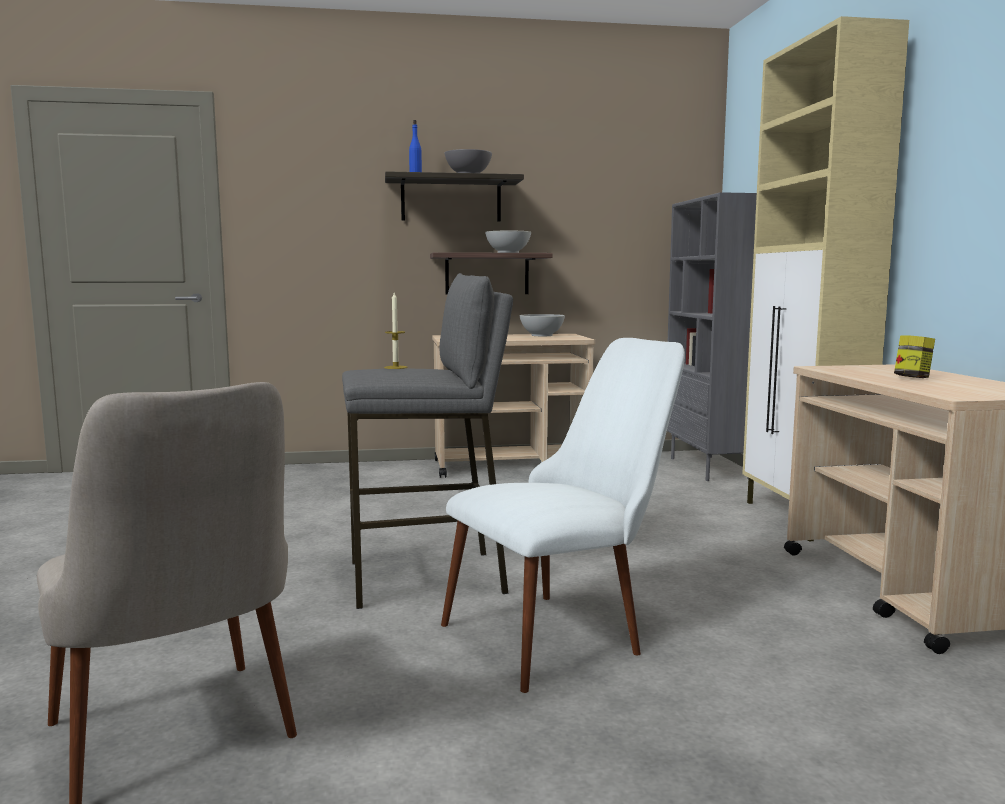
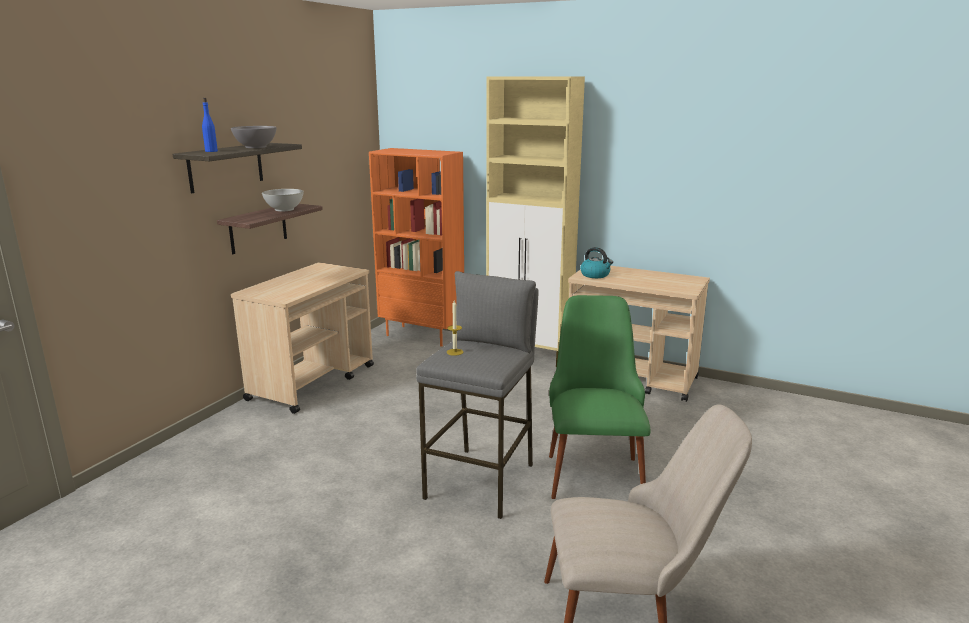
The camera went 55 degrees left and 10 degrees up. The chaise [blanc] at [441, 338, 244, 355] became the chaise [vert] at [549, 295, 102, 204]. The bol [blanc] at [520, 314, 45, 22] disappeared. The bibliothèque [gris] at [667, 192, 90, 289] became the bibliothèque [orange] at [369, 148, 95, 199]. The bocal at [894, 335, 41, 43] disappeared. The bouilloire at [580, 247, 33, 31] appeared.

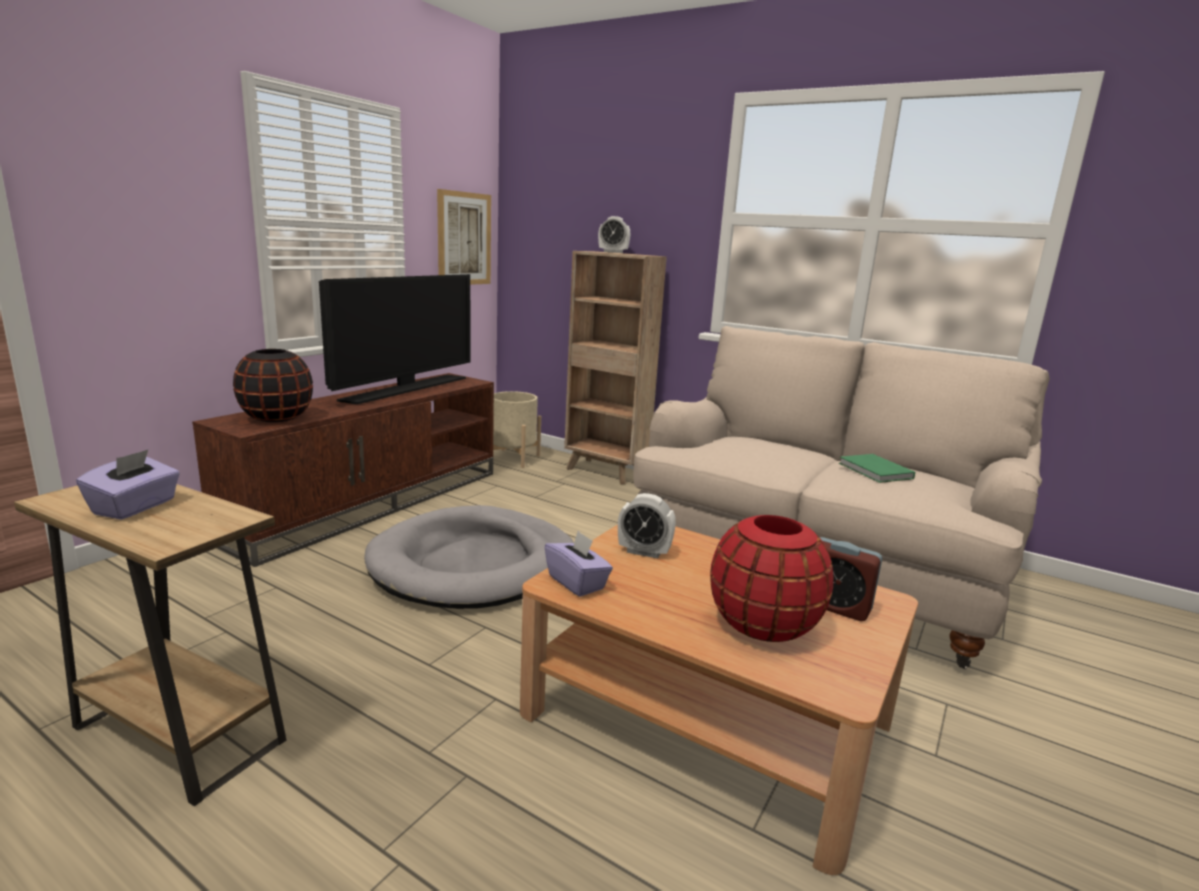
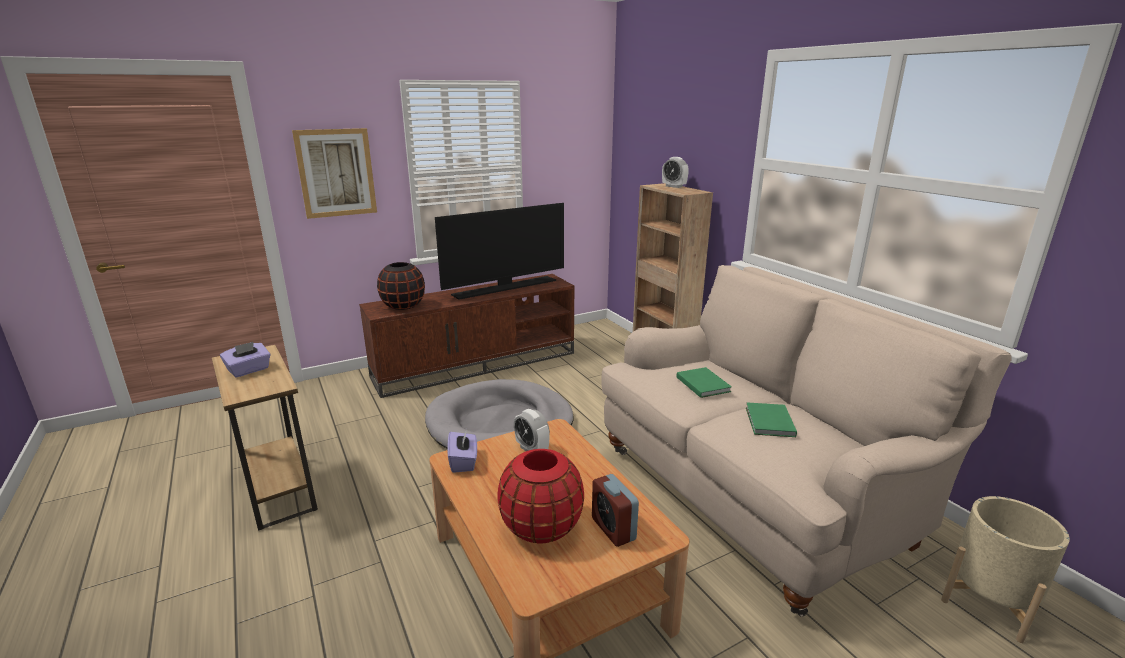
The camera went 30 degrees right and 5 degrees up. The tableau moved from [437, 189, 54, 96] to [292, 128, 85, 91]. The cache-pot [beige] moved from [493, 391, 48, 77] to [941, 496, 129, 147]. The livre [vert] at [677, 367, 55, 31] appeared.

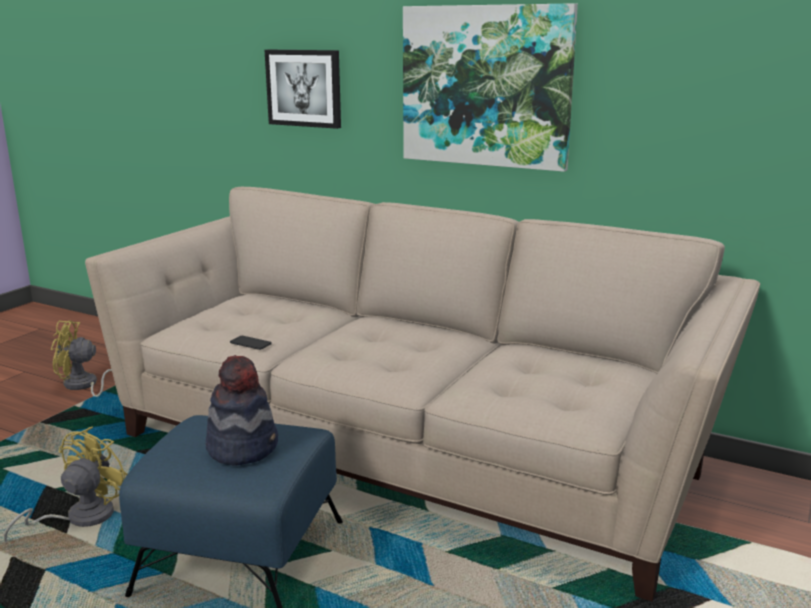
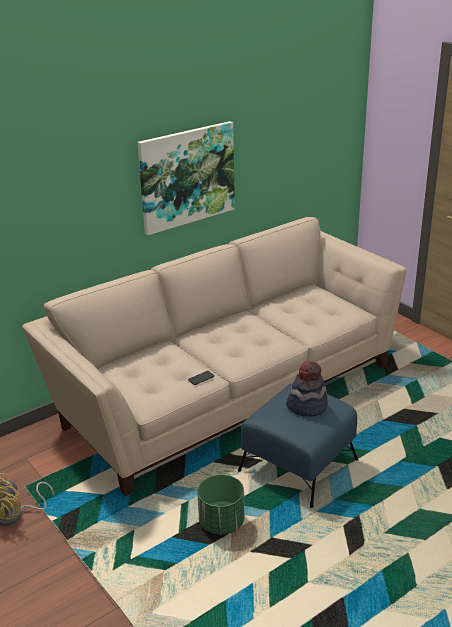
The camera went 65 degrees left and 10 degrees up. The ventilateur [jaune] at [4, 427, 124, 116] was replaced by the cache-pot [vert] at [197, 474, 47, 60]. The tableau at [264, 50, 77, 79] disappeared.

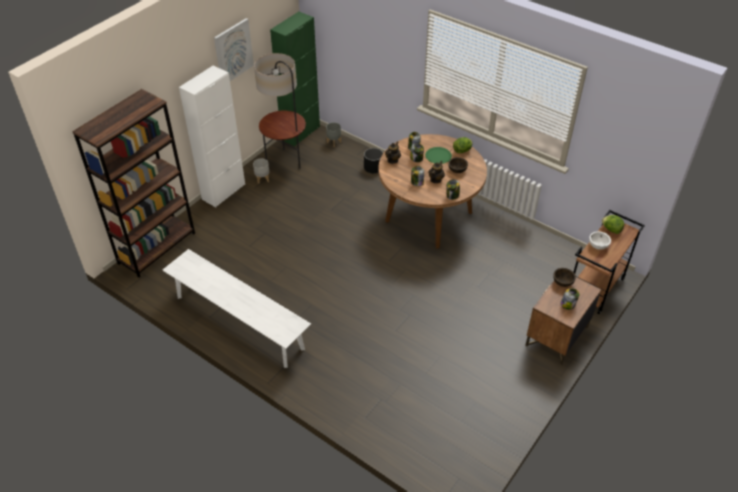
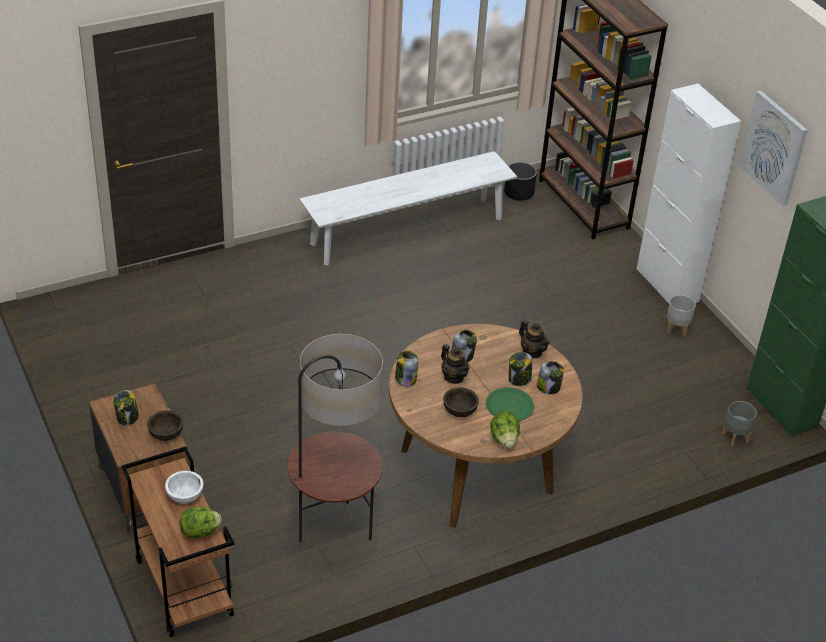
The camera went 115 degrees right and 5 degrees down. The lampadaire moved from [254, 53, 52, 116] to [288, 334, 95, 208]. The cache-pot [noir] moved from [364, 148, 19, 26] to [504, 162, 33, 39].

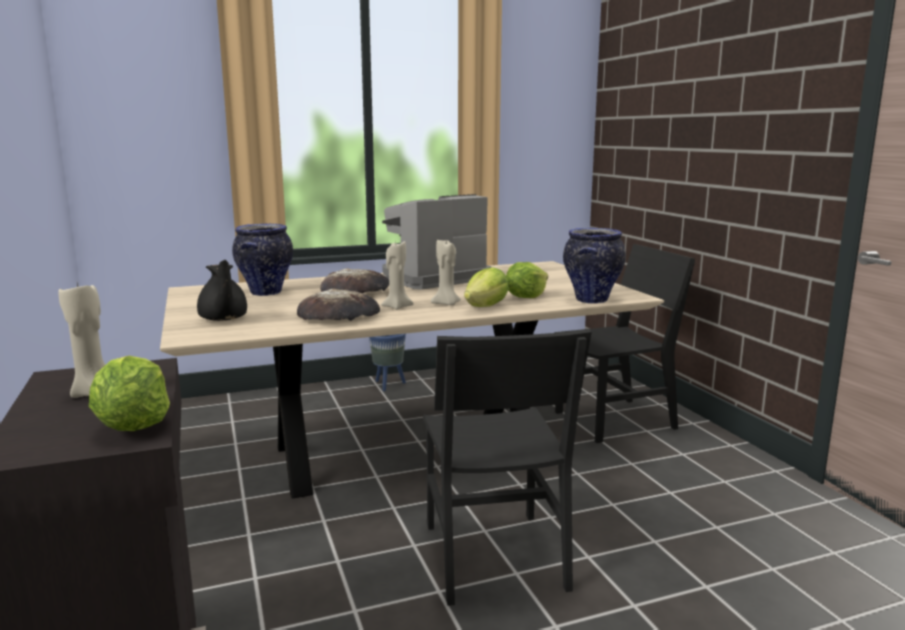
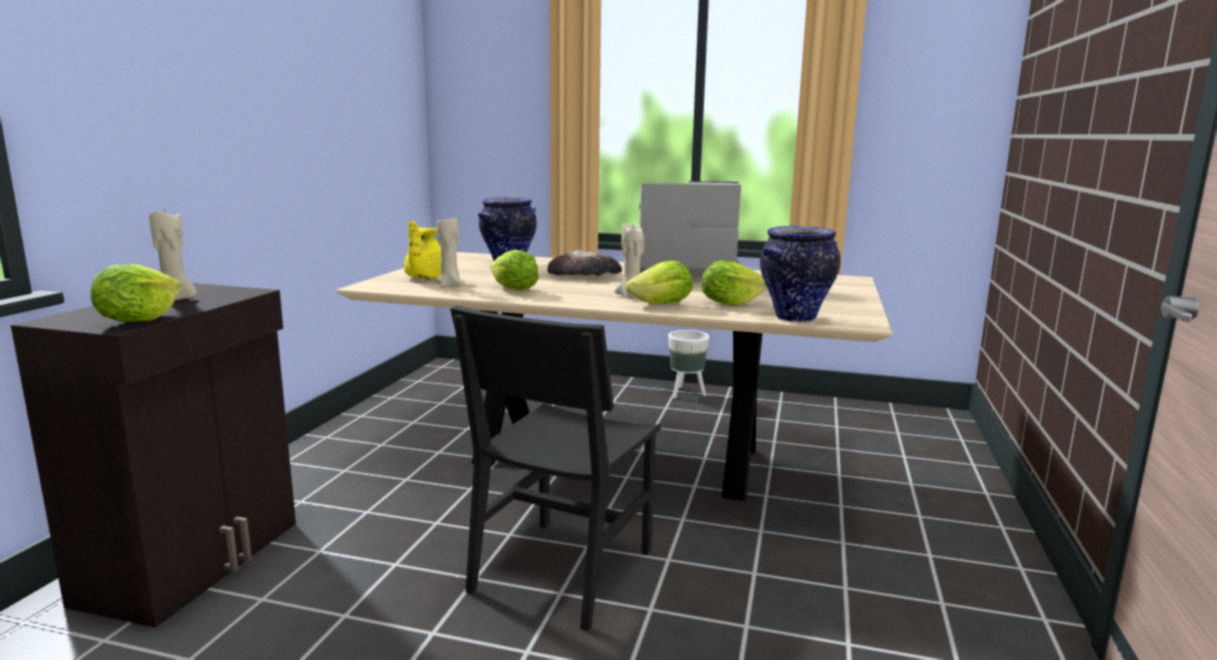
The camera went 35 degrees right and 0 degrees up. The théière [noir] at [197, 260, 50, 61] became the théière [jaune] at [404, 221, 37, 58]. The pain at [297, 289, 83, 32] was replaced by the laitue at [490, 250, 49, 40]. The cache-pot [bleu] at [369, 334, 37, 57] became the cache-pot [blanc] at [668, 330, 41, 68]. The bougie [beige] moved from [381, 241, 33, 69] to [436, 217, 26, 71]. The chaise [noir] at [555, 244, 140, 199] disappeared.

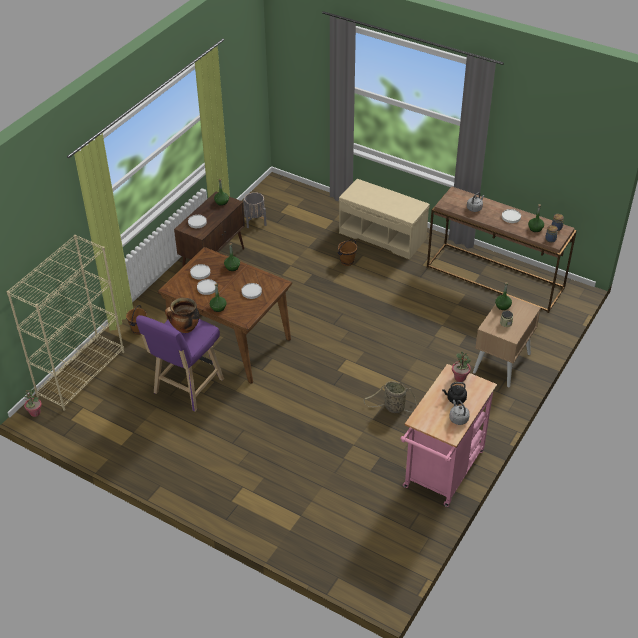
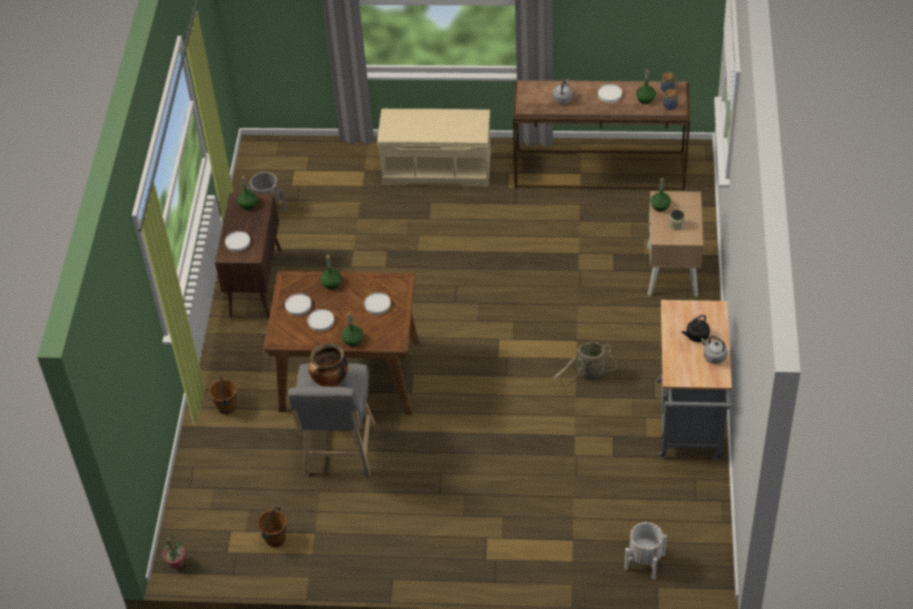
The camera went 25 degrees left and 5 degrees up. The bibliothèque [beige] at [7, 235, 117, 176] disappeared. The tabouret [violet] at [136, 315, 88, 97] became the tabouret [gris] at [288, 363, 87, 113]. The seau [marron] moved from [337, 239, 20, 27] to [257, 507, 30, 40]. The chariot [rose] at [401, 364, 96, 143] became the chariot [gris] at [657, 300, 75, 159]. The plante en pot at [452, 351, 19, 31] disappeared. The cache-pot [blanc] at [625, 522, 42, 57] appeared.

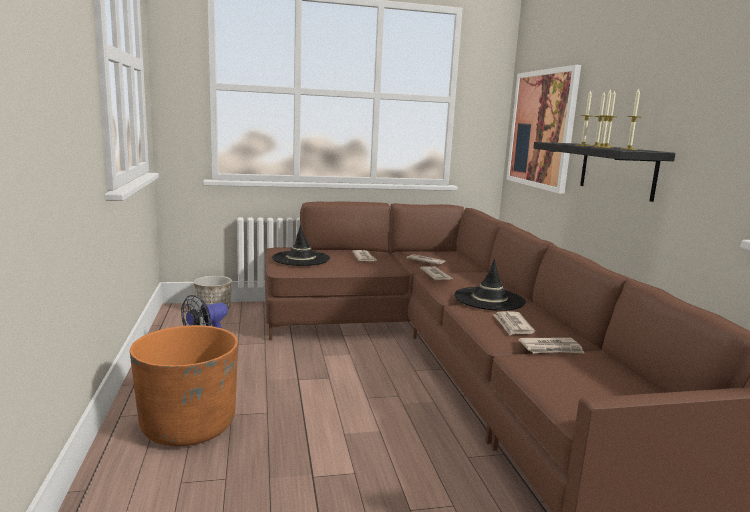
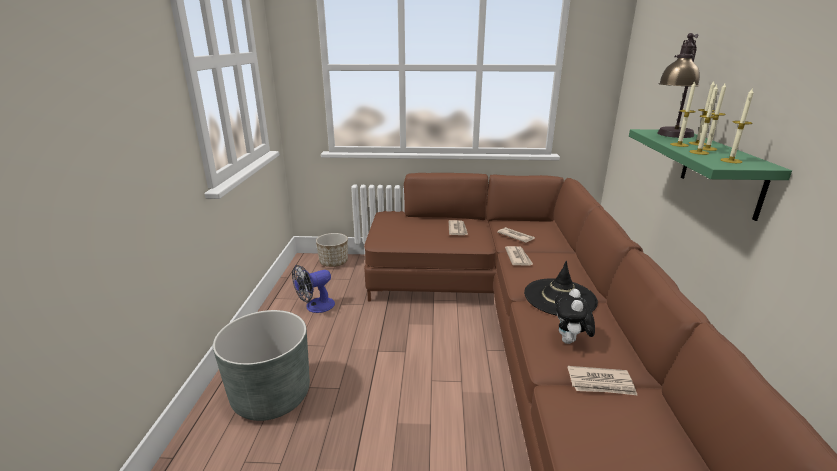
The camera went 15 degrees right and 10 degrees up. The cache-pot [orange] at [130, 325, 108, 121] became the cache-pot [gris] at [213, 310, 97, 111]. The chapeau [noir] at [272, 225, 58, 41] disappeared. The journal at [493, 311, 42, 25] was replaced by the peluche at [555, 289, 40, 55]. The tableau at [506, 65, 75, 129] disappeared. The étagère [noir] at [533, 142, 142, 60] became the étagère [vert] at [629, 129, 163, 92]. The lampe de table at [658, 33, 42, 105] appeared.

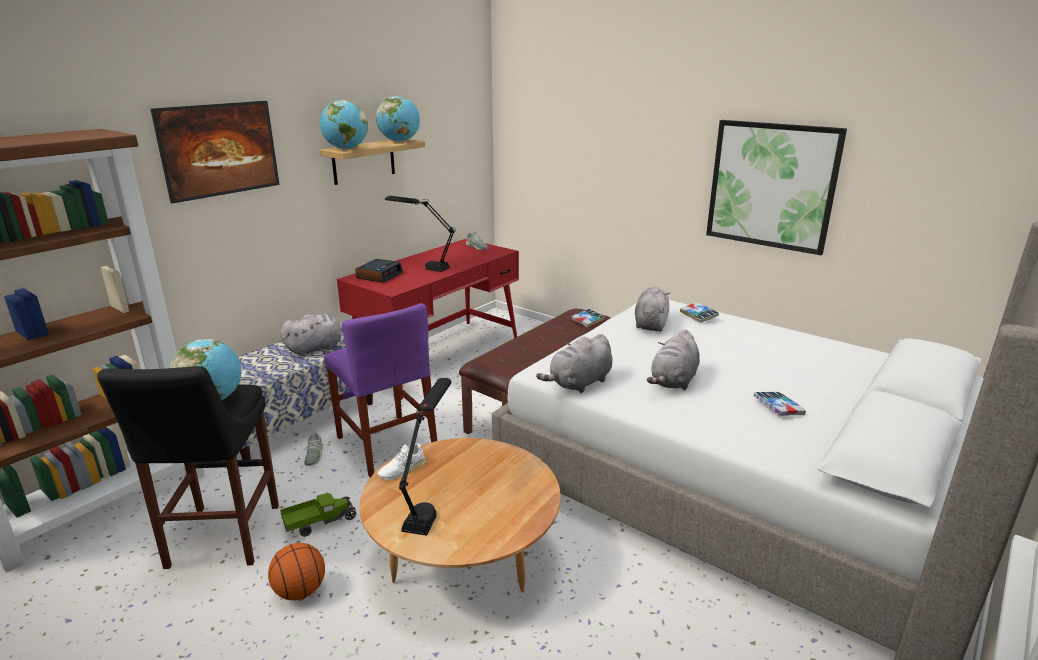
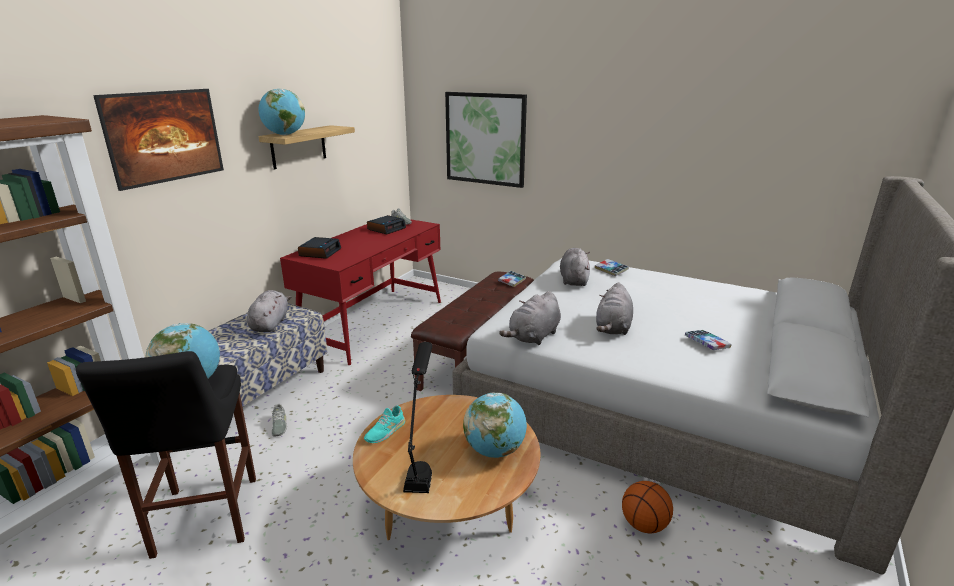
The camera went 10 degrees left and 0 degrees up. The ballon de basket moved from [268, 543, 57, 57] to [622, 481, 51, 52]. The camion jouet at [280, 492, 77, 45] disappeared. The peluche [gris] at [281, 314, 62, 42] turned 45 degrees counterclockwise. The chaise [violet] at [324, 303, 113, 175] disappeared. The globe moved from [376, 96, 44, 46] to [463, 392, 64, 66]. The chaussure [blanc] at [377, 443, 49, 37] became the chaussure [turquoise] at [364, 405, 41, 38]. The lampe de table [noir] at [385, 196, 71, 76] disappeared. The tableau moved from [706, 120, 141, 135] to [445, 92, 82, 96]. The réveil at [367, 215, 39, 19] appeared.

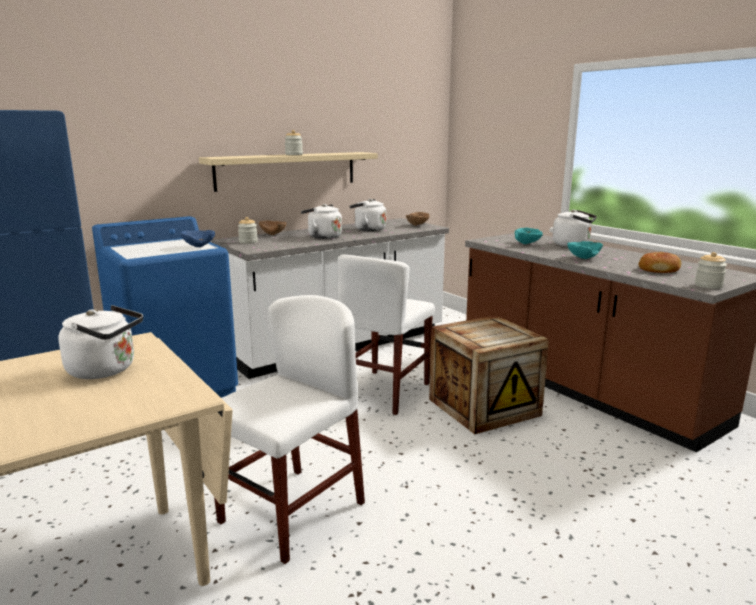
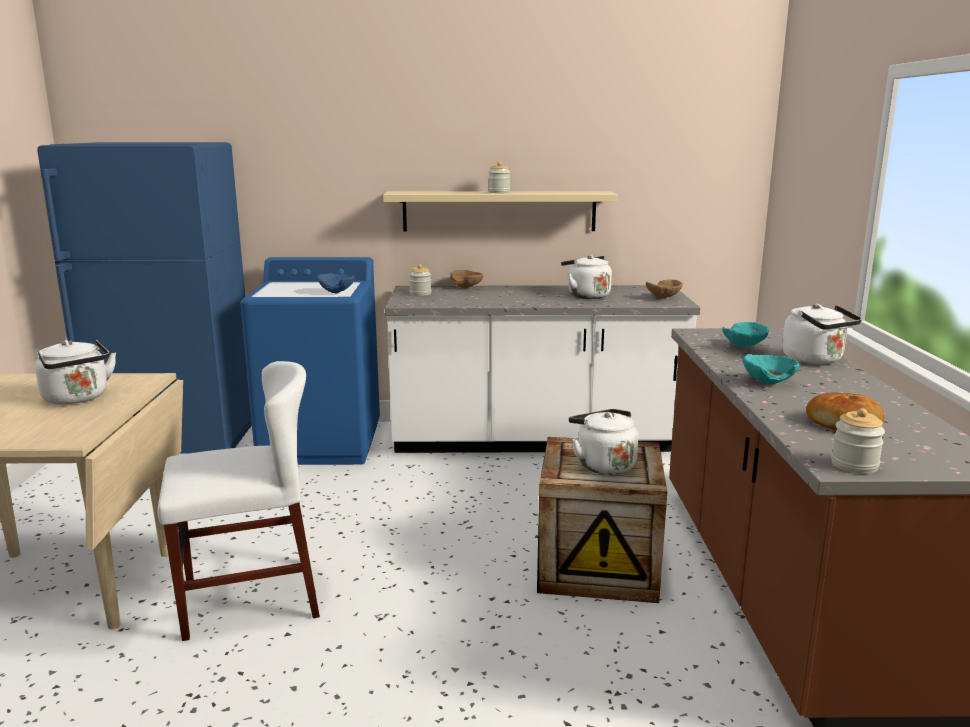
The camera went 35 degrees right and 0 degrees up. The bouilloire [blanc] moved from [301, 204, 41, 35] to [569, 409, 69, 66]. The chaise [blanc] at [337, 255, 98, 160] disappeared.

